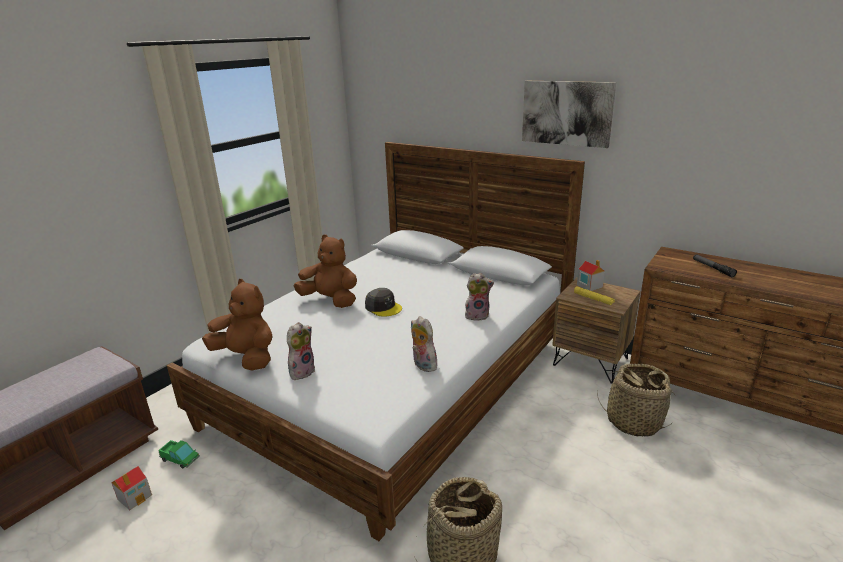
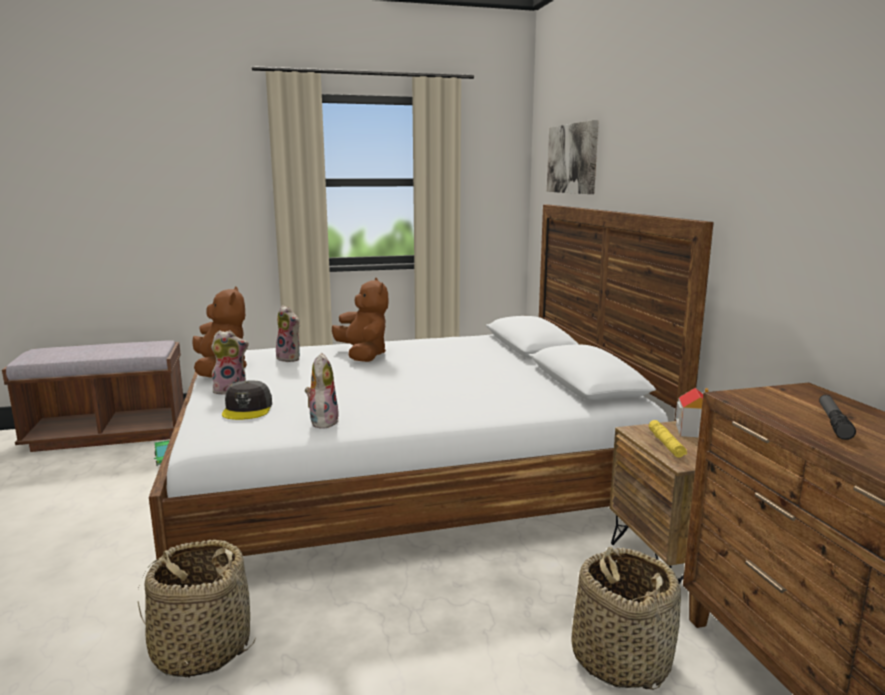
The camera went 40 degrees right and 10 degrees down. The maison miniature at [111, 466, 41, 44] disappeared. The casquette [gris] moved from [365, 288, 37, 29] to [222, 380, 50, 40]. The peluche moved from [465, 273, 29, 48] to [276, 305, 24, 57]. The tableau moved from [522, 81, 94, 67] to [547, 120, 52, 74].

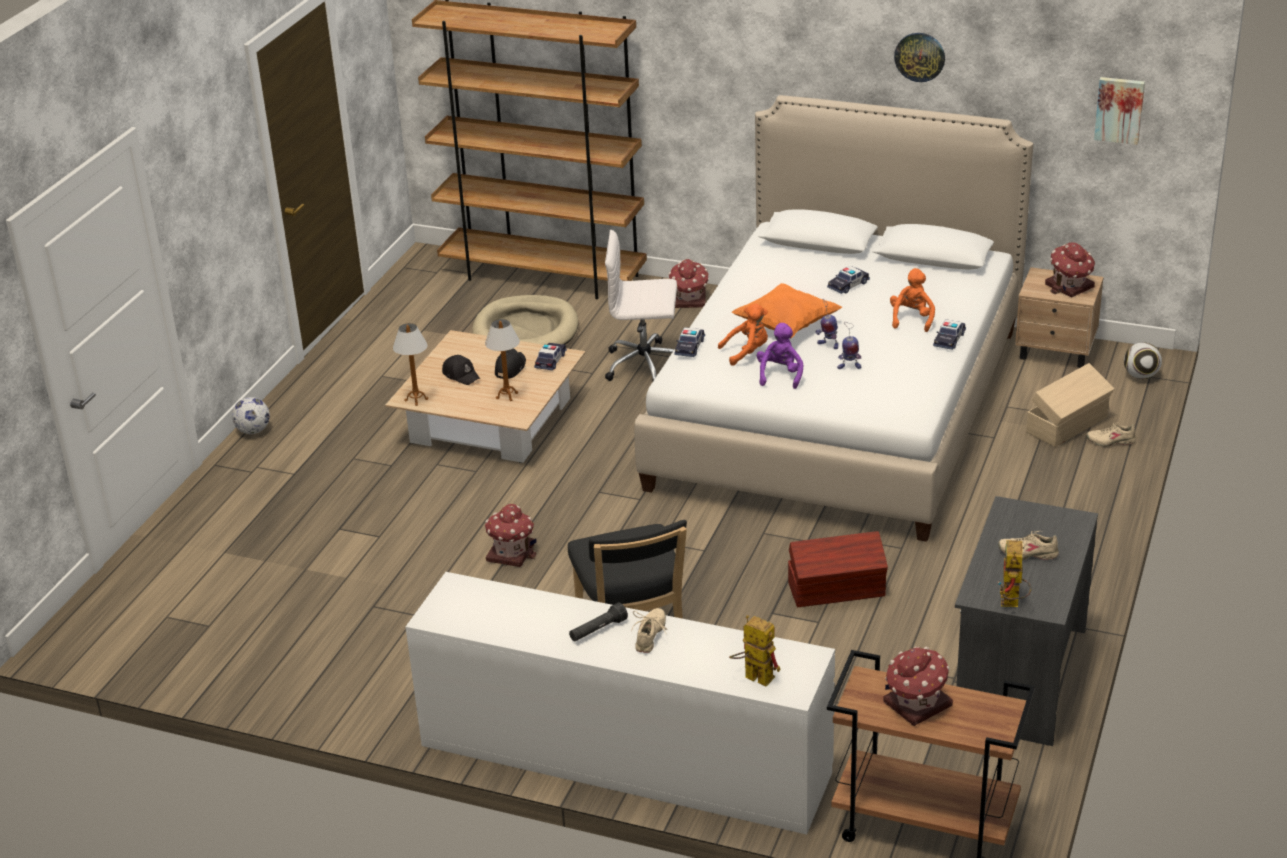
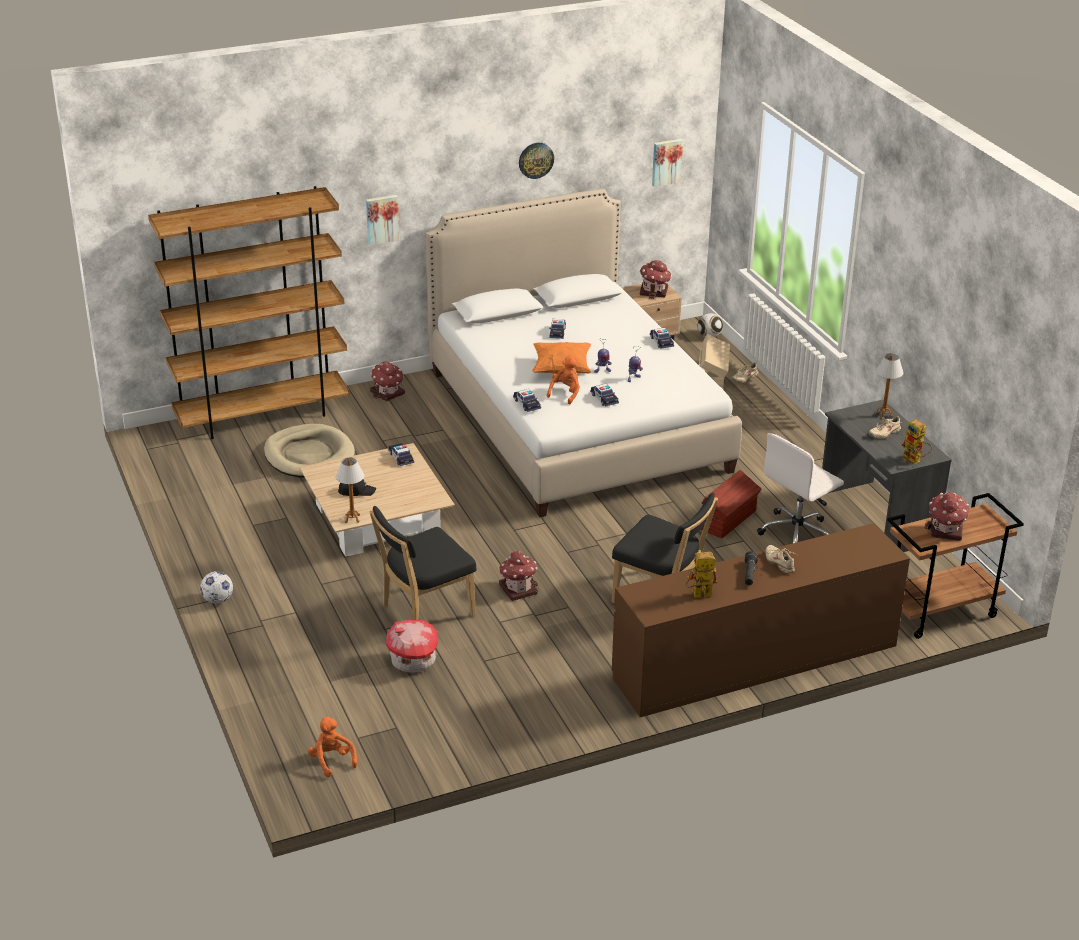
The camera went 45 degrees left and 0 degrees up. The commode [blanc] at [406, 572, 429, 263] became the commode [marron] at [612, 523, 298, 194]. The lampe de table moved from [485, 319, 35, 82] to [875, 354, 29, 65]. The casquette [noir] at [495, 348, 31, 31] disappeared. The chaise de bureau [blanc] moved from [605, 230, 72, 151] to [757, 433, 87, 110]. The robot jouet moved from [729, 615, 52, 71] to [686, 552, 31, 46]. The peluche [violet] at [757, 323, 46, 66] was replaced by the petite voiture at [590, 384, 29, 23]. The peluche [orange] moved from [890, 268, 45, 64] to [308, 717, 49, 60]. The tableau at [366, 195, 33, 50] appeared. The chaise [noir] at [369, 506, 108, 114] appeared. The maison miniature at [386, 620, 52, 53] appeared.

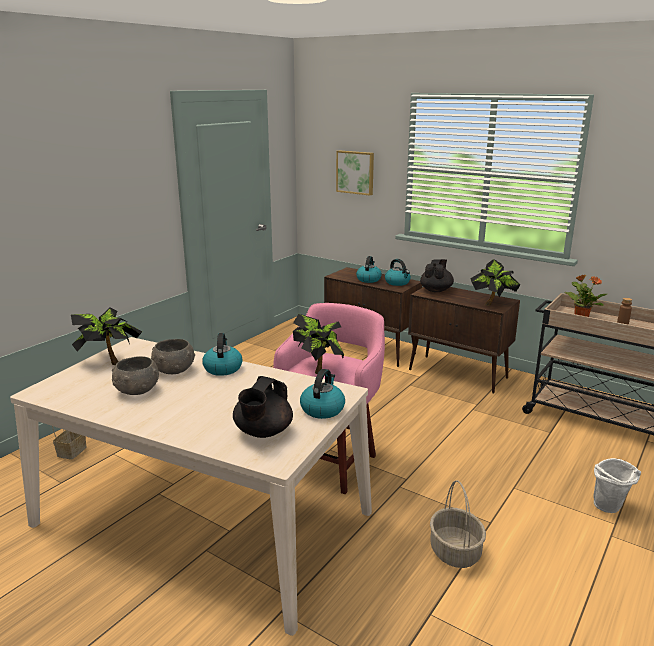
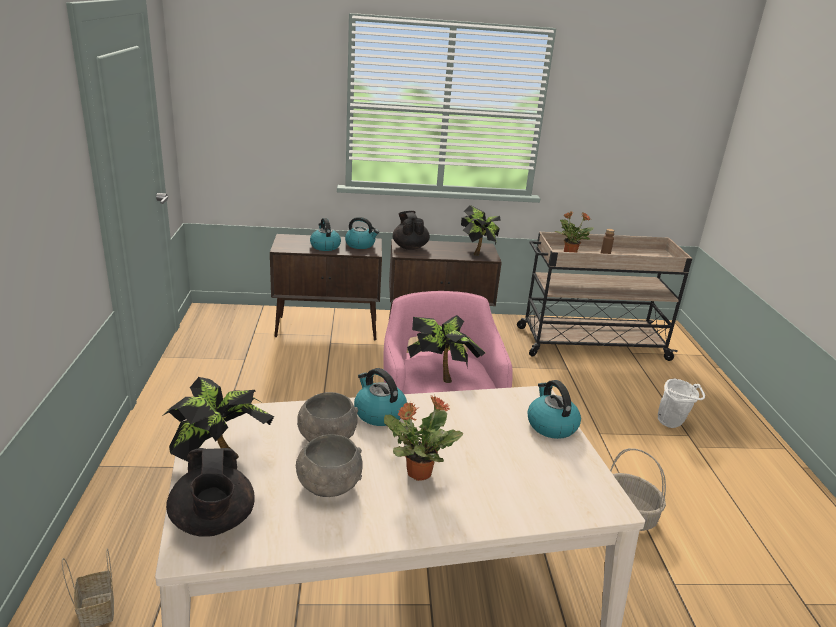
The camera went 40 degrees left and 5 degrees up. The théière [noir] moved from [233, 376, 60, 62] to [166, 448, 89, 89]. The tableau at [336, 150, 38, 46] disappeared. The plante en pot at [384, 395, 79, 86] appeared.

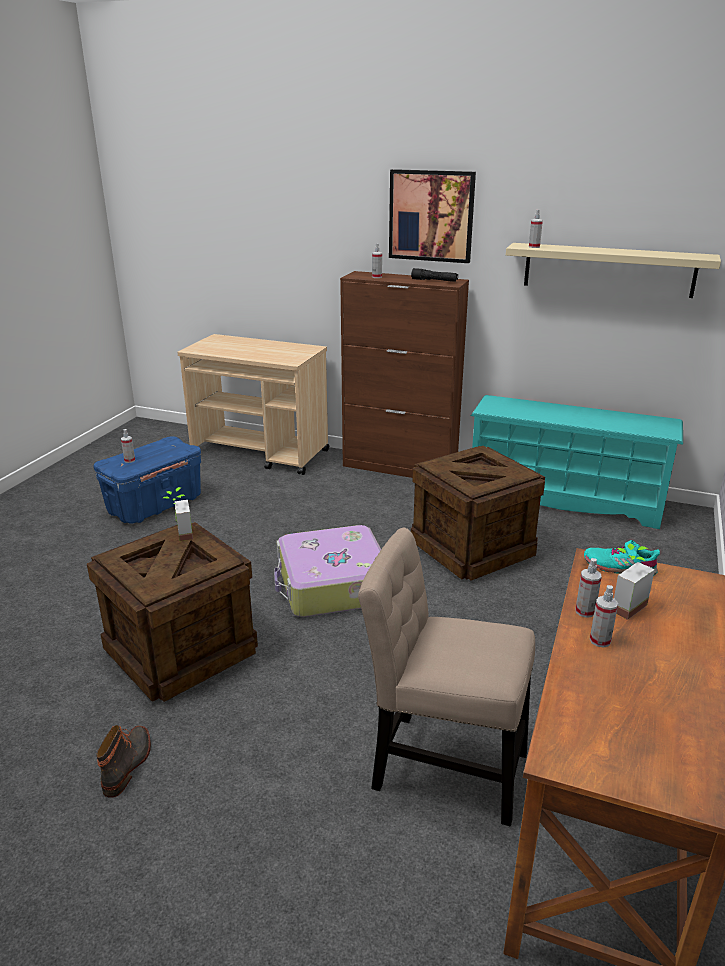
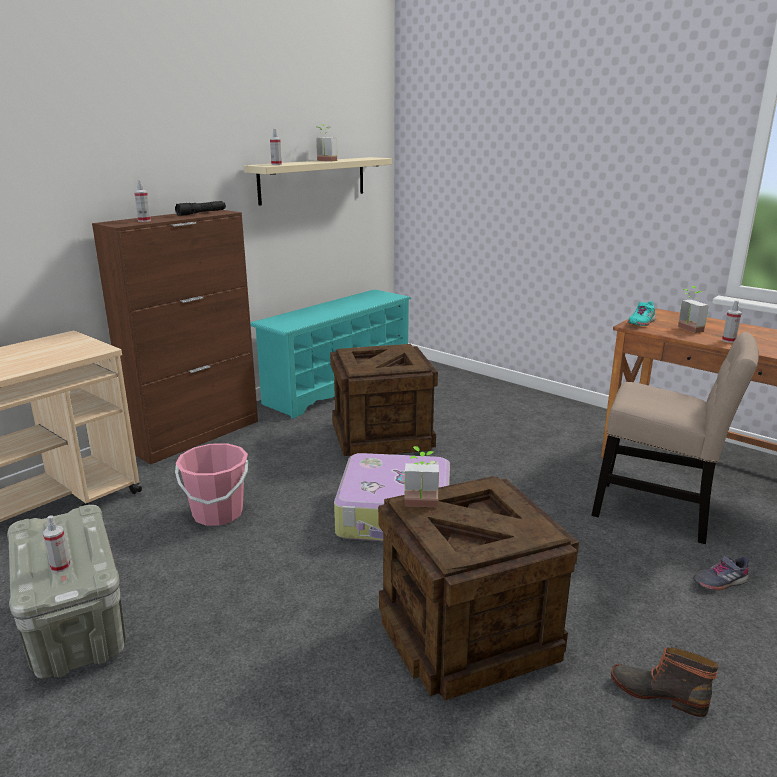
The camera went 70 degrees left and 5 degrees down. The boîte de rangement [bleu] at [94, 436, 107, 88] became the boîte de rangement [gris] at [7, 505, 120, 174]. The chaise [beige] at [358, 527, 177, 299] turned 105 degrees counterclockwise. The tableau at [389, 169, 87, 94] disappeared. The vaporisateur at [575, 558, 27, 60] disappeared. The seau [rose] at [175, 443, 73, 83] appeared. The plante en pot at [316, 124, 21, 37] appeared. The chaussure [gris] at [693, 556, 56, 35] appeared.

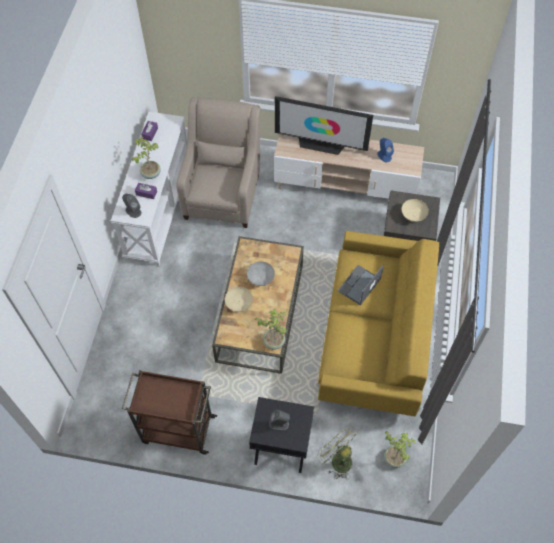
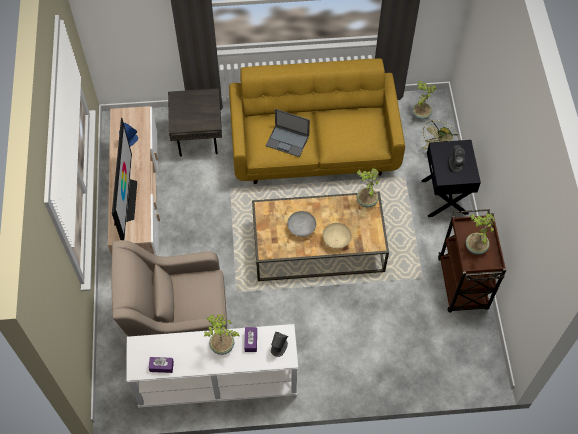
The camera went 105 degrees left and 0 degrees up. The bol [beige] at [402, 199, 27, 23] disappeared. The plante en pot at [466, 214, 29, 40] appeared.

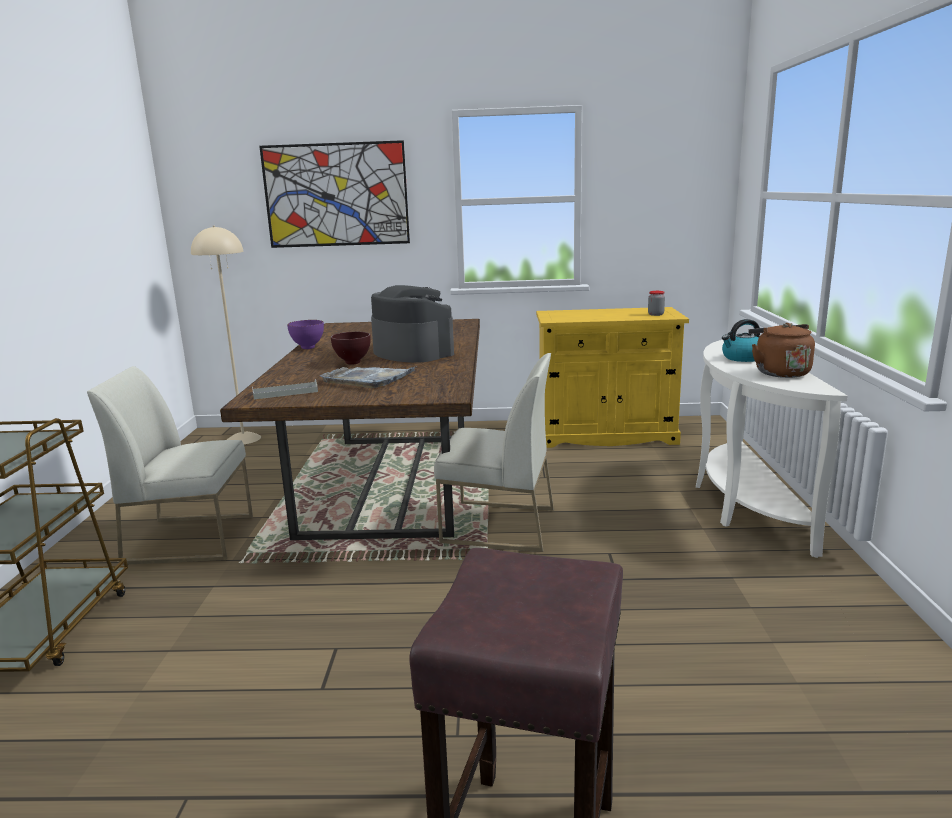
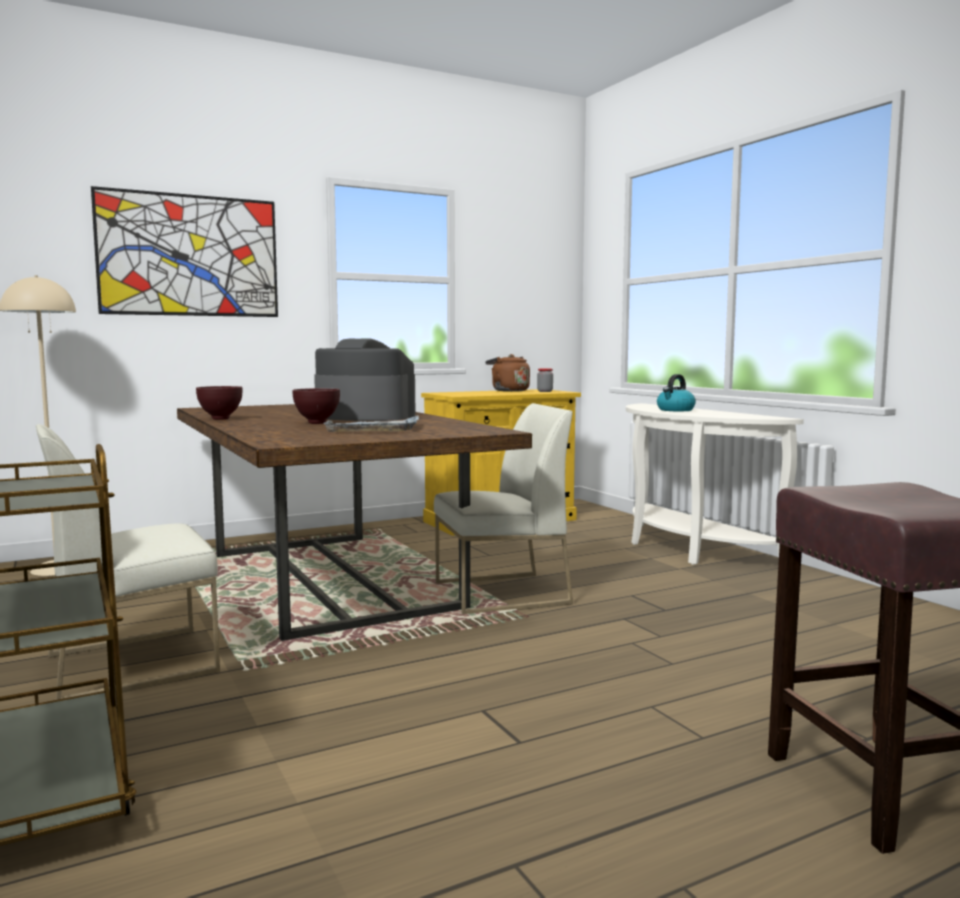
The camera went 30 degrees left and 10 degrees down. The plateau [gris] at [252, 379, 66, 20] disappeared. The bol [violet] at [287, 320, 37, 29] became the bol [marron] at [196, 386, 46, 34]. The bouilloire [marron] moved from [748, 323, 67, 55] to [485, 354, 45, 38].

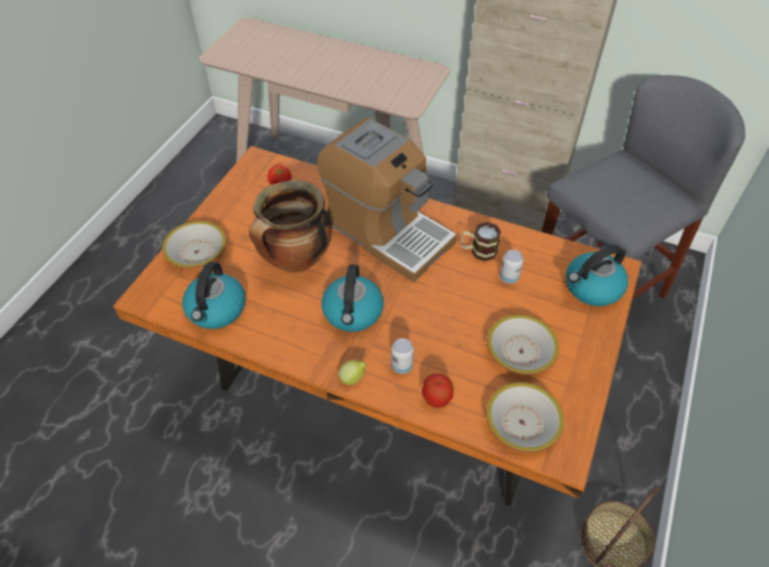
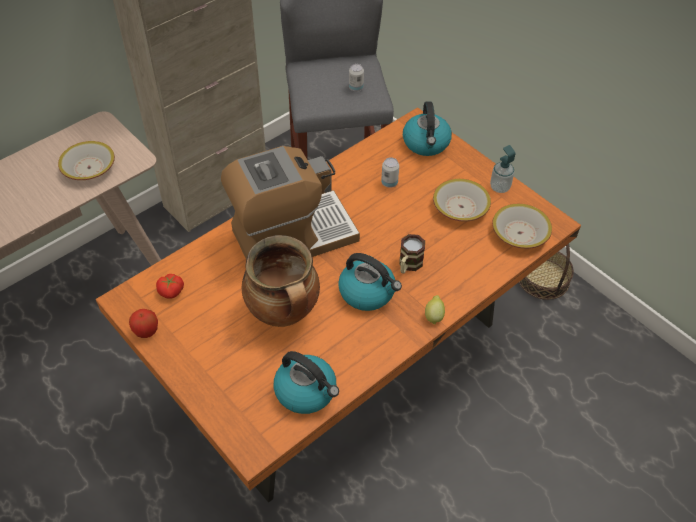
The camera went 65 degrees left and 0 degrees up. The bol moved from [162, 221, 65, 47] to [58, 141, 57, 39]. The boîte métallique moved from [391, 338, 23, 36] to [349, 64, 15, 28]. The pomme moved from [422, 373, 32, 35] to [129, 309, 29, 29]. The mug moved from [461, 222, 40, 39] to [399, 234, 26, 40]. The distributeur de savon at [490, 145, 25, 48] appeared.

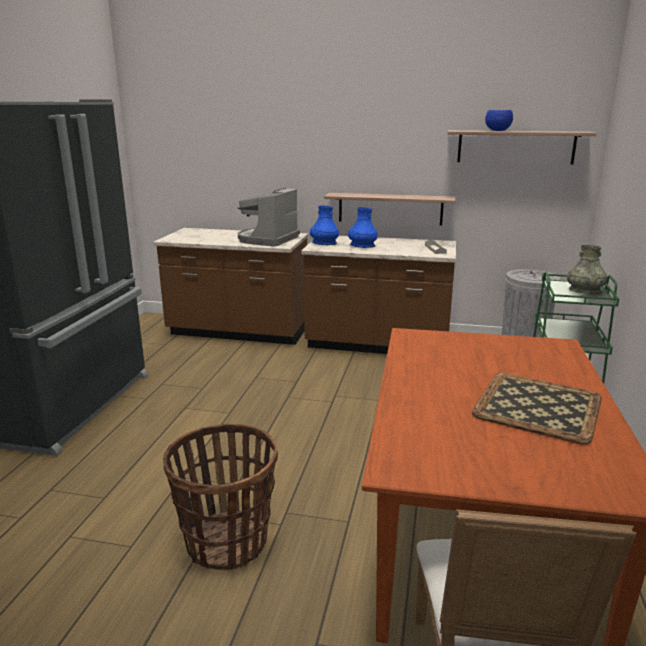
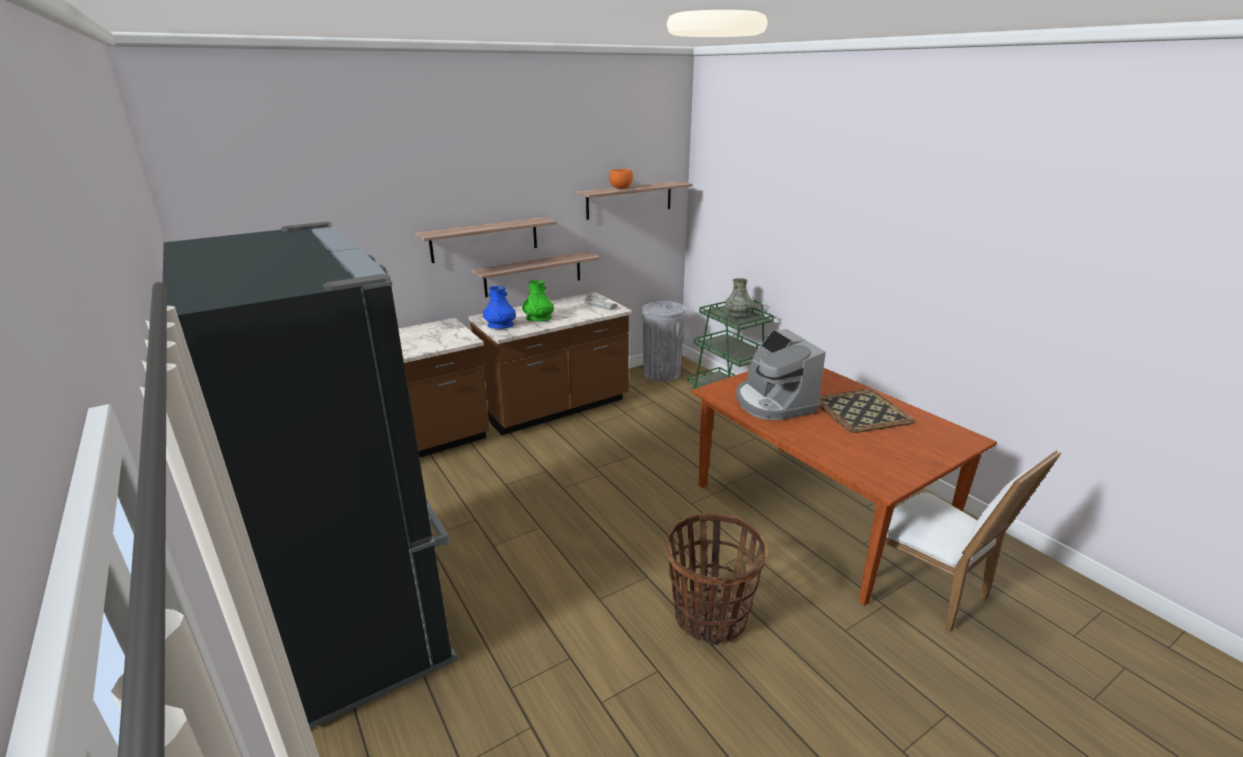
The camera went 45 degrees left and 5 degrees up. The machine à café moved from [237, 188, 63, 58] to [736, 329, 90, 91]. The vase [bleu] at [348, 207, 30, 41] became the vase [vert] at [522, 280, 32, 42]. The bol [bleu] at [485, 110, 28, 21] became the bol [orange] at [609, 169, 24, 20]. The étagère at [415, 217, 142, 46] appeared.

